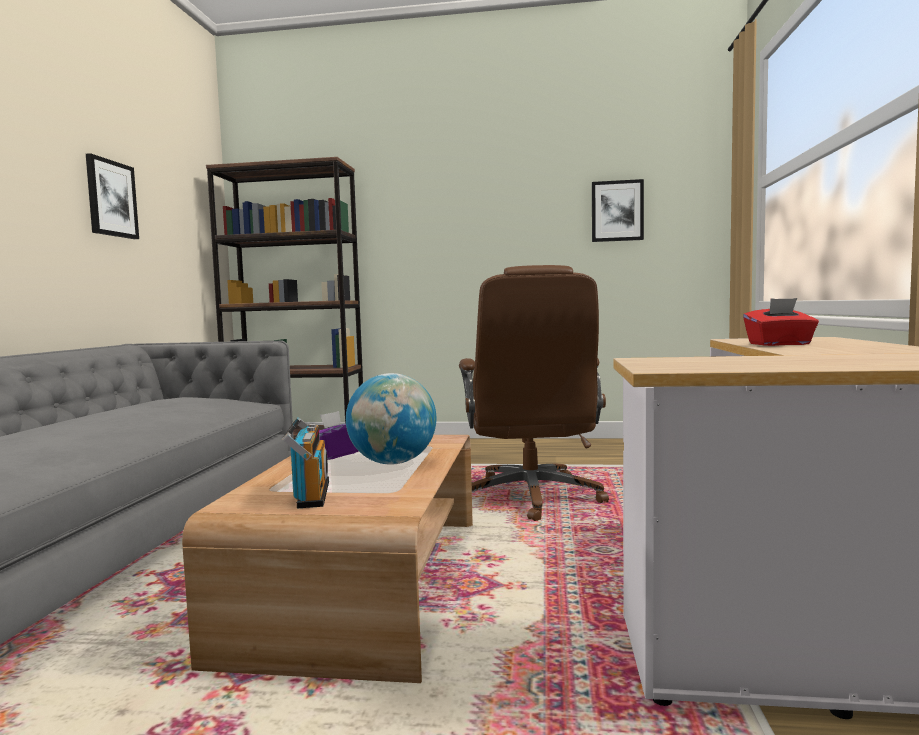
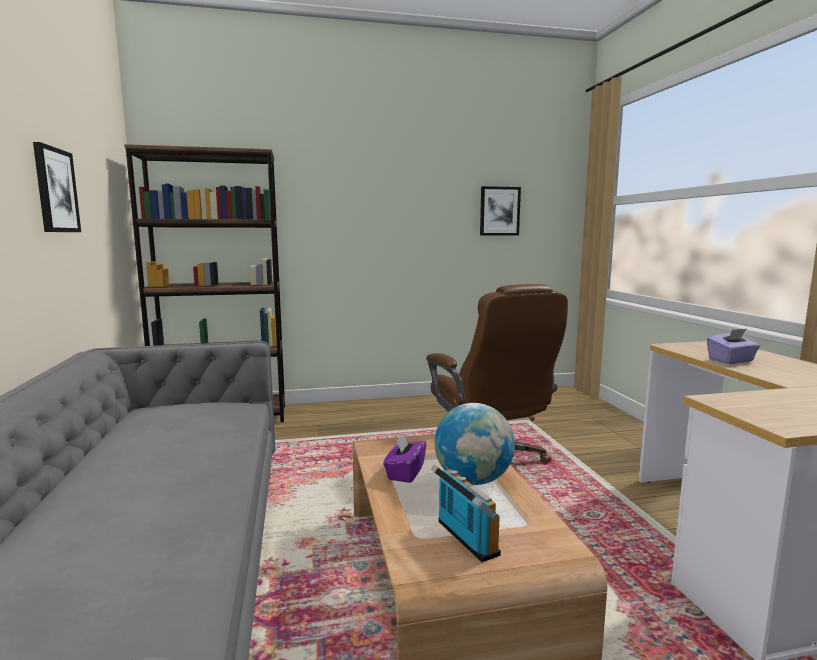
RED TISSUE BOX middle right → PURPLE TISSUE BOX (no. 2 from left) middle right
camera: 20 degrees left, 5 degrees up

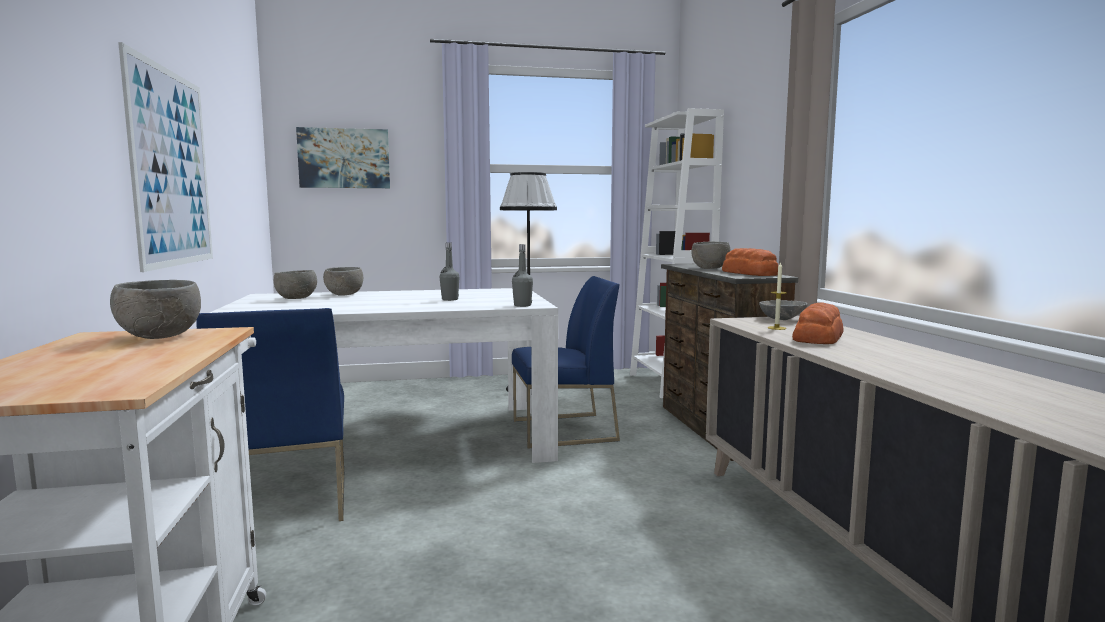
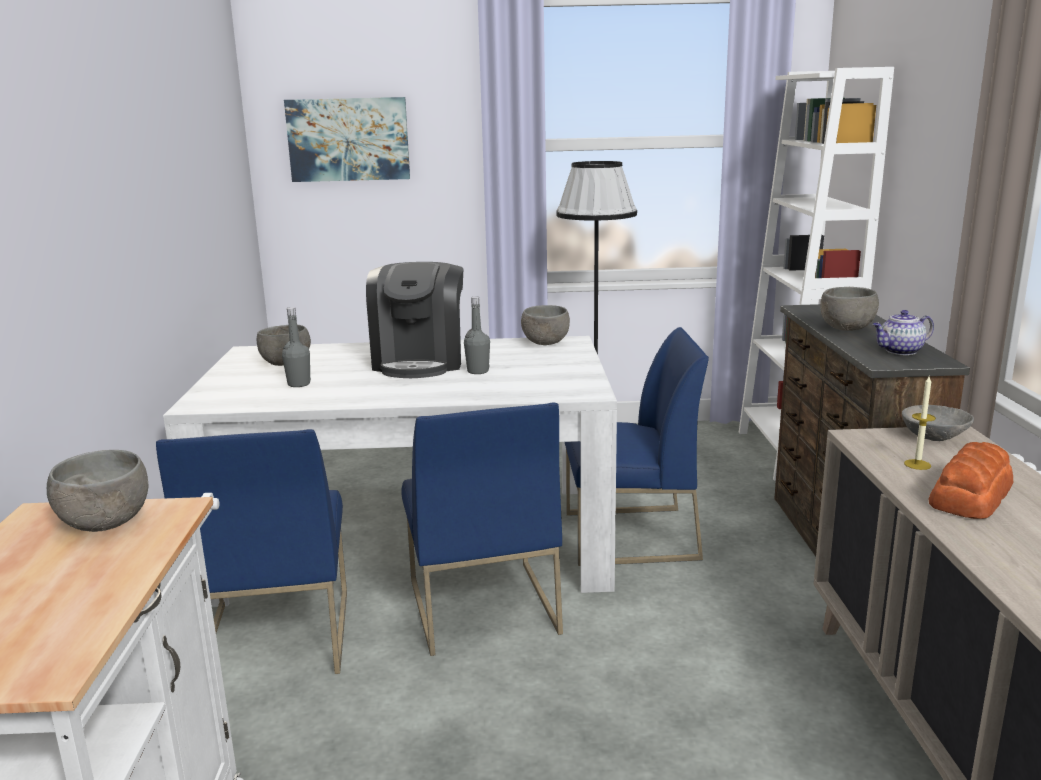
PICTURE (no. 1 from left) top left → -
- → COFFEE MACHINE centre
- → BLUE CHAIR (no. 2 from left) bottom centre
GREY BOWL (no. 3 from left) middle left → GREY BOWL (no. 3 from left) centre, shifted
GREY BOTTLE (no. 2 from left in the first image) centre → GREY BOTTLE (no. 1 from left) middle left, shifted
BREAD (no. 1 from left) middle right → TEAPOT middle right
camera: 10 degrees right, 10 degrees up

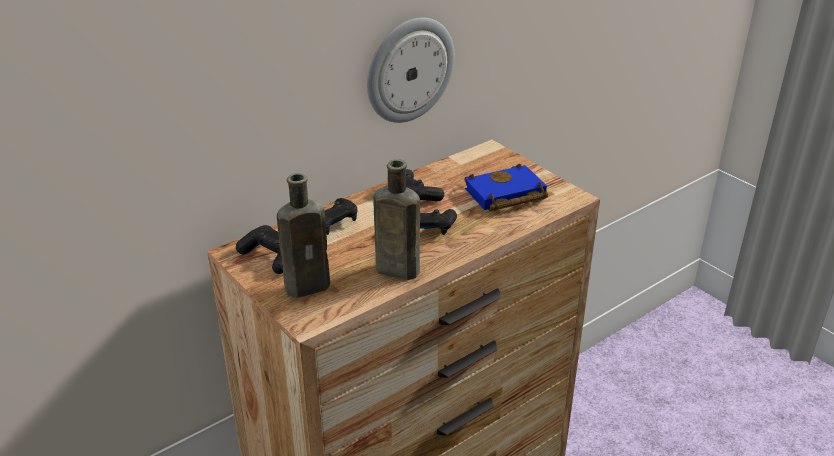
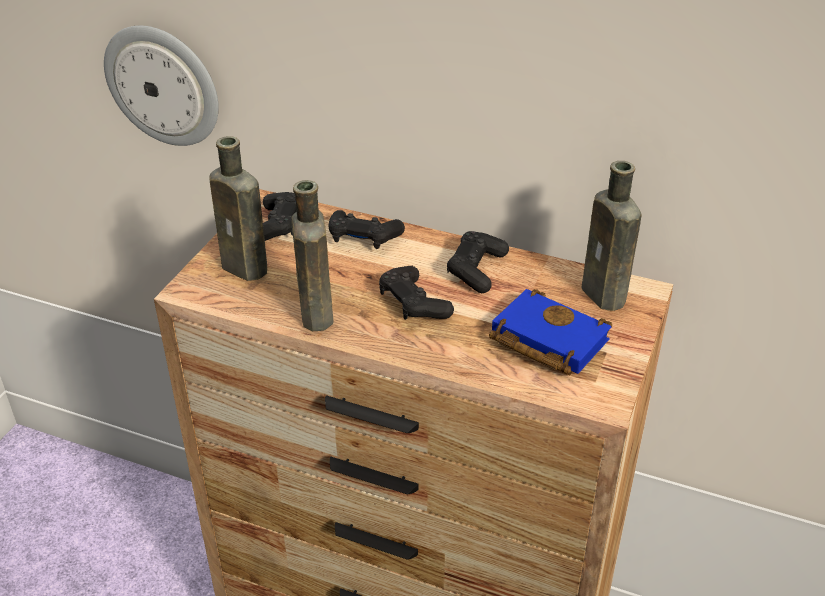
- → BROWN BOTTLE (no. 3 from left) middle right
WALL CLOCK top centre → WALL CLOCK top left, shifted
camera: 60 degrees right, 5 degrees up

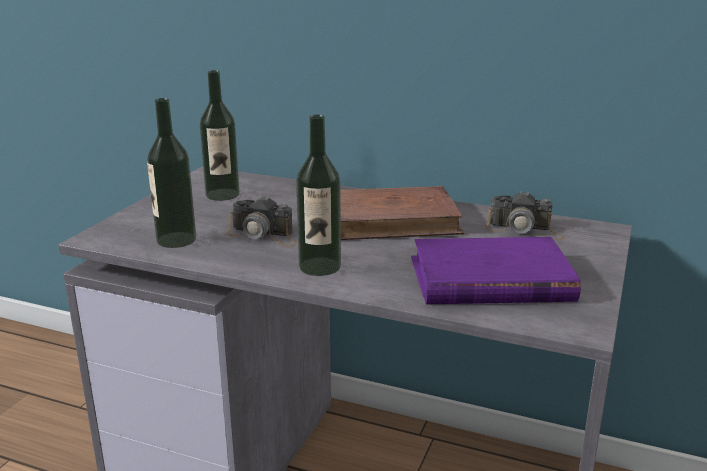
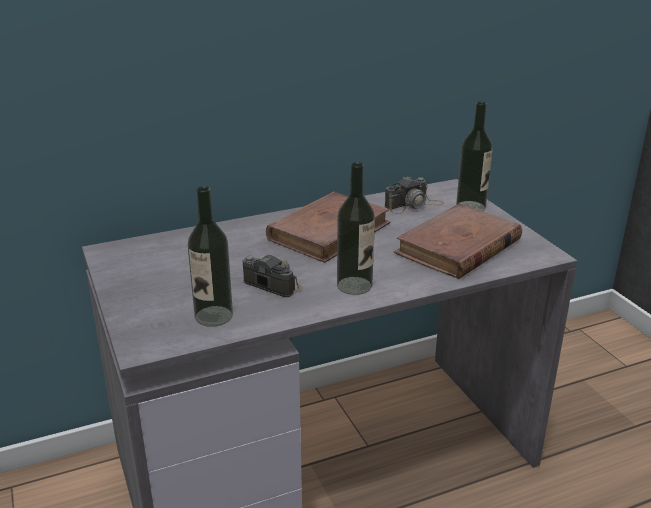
BOTTLE (no. 2 from left in the first image) top left → BOTTLE (no. 3 from left) top right, shifted
PURPLE BOOK middle right → BROWN BOOK (no. 2 from left) middle right
PHOTO CAMERA (no. 1 from left) centre, 120 degrees counterclockwise
camera: 45 degrees left, 5 degrees up

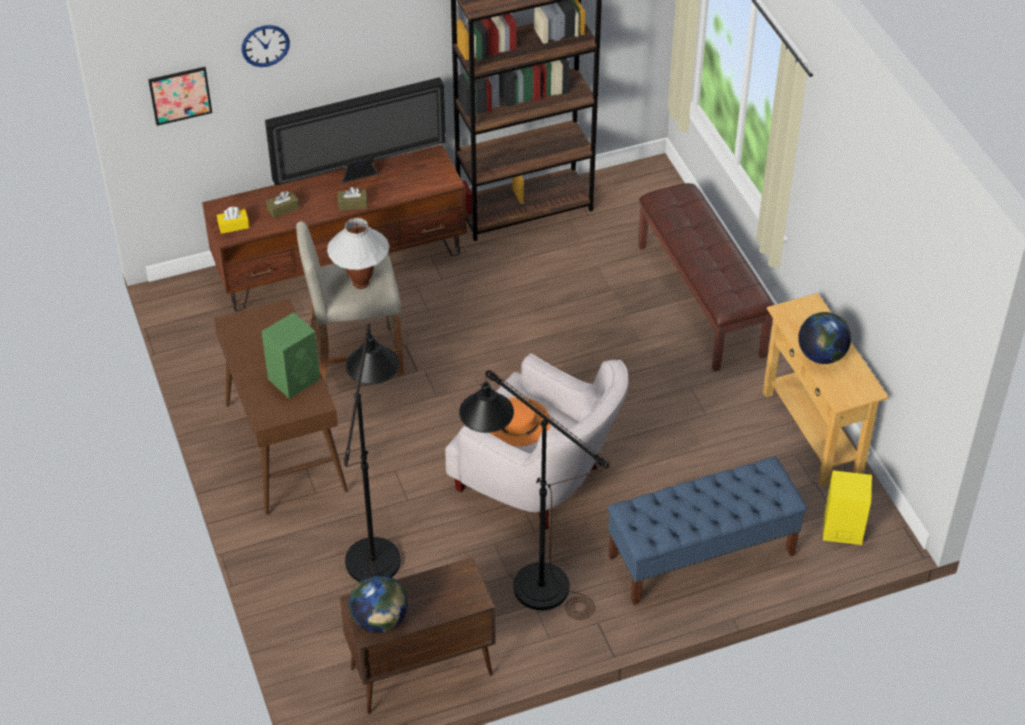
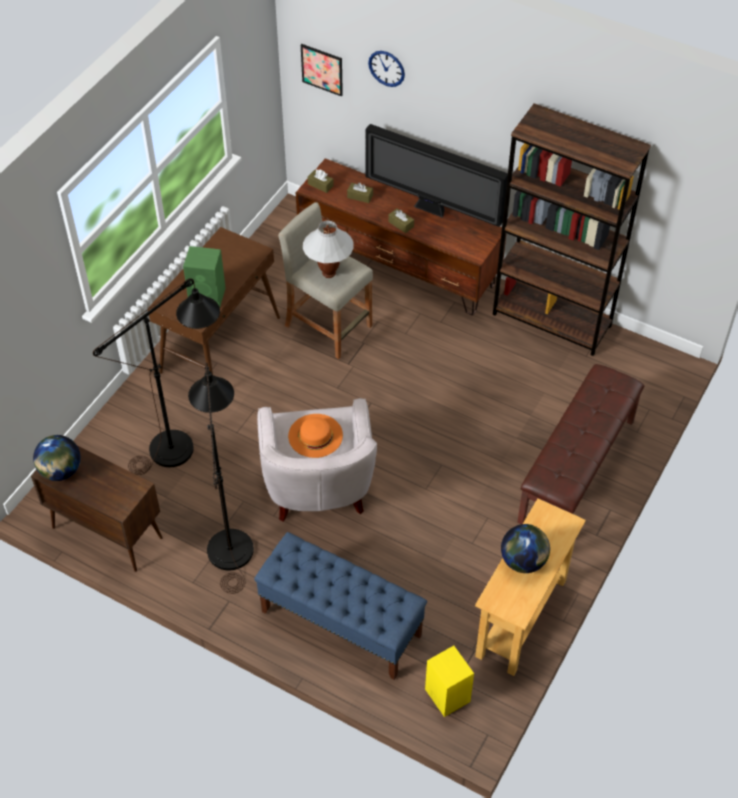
YELLOW TISSUE BOX top left → BROWN TISSUE BOX (no. 1 from left) top centre
camera: 50 degrees right, 5 degrees up

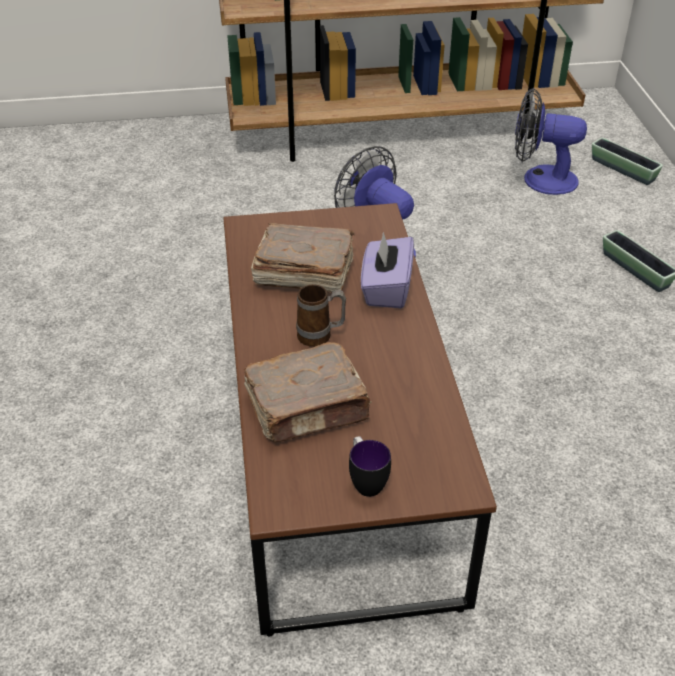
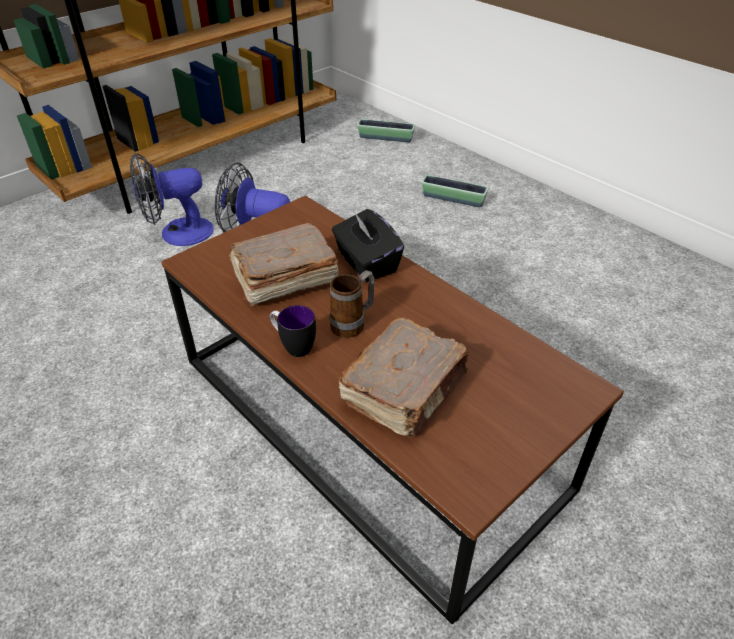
MUG (no. 2 from left in the first image) bottom centre → MUG (no. 1 from left) centre, shifted
FAN (no. 2 from left in the first image) top right → FAN (no. 1 from left) top left, shifted
PURPLE TISSUE BOX centre → BLACK TISSUE BOX centre
camera: 35 degrees left, 0 degrees up

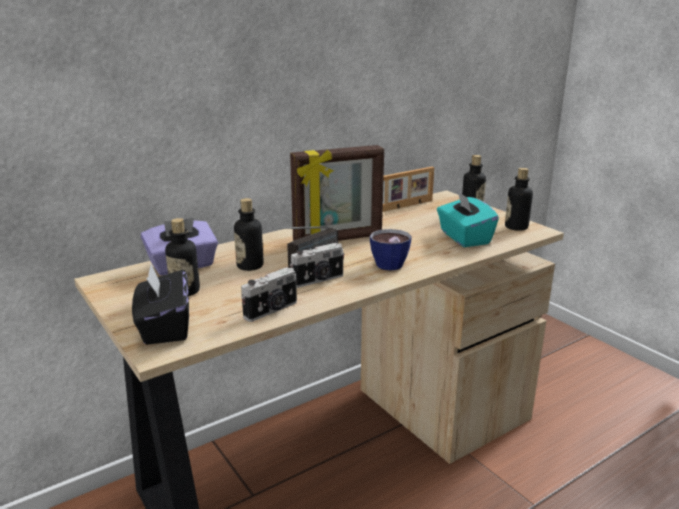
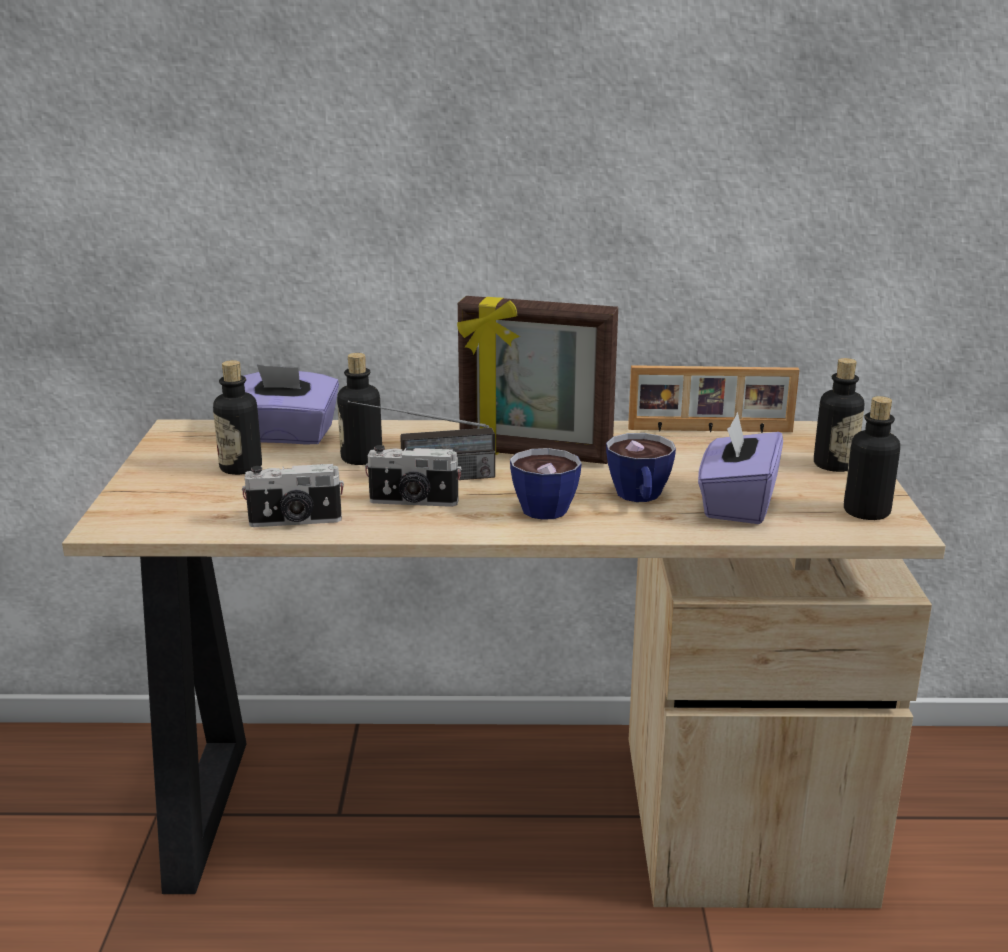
BLACK TISSUE BOX middle left → -
- → CUP (no. 2 from left) centre
TURQUOISE TISSUE BOX middle right → PURPLE TISSUE BOX (no. 2 from left) middle right
camera: 35 degrees right, 0 degrees up

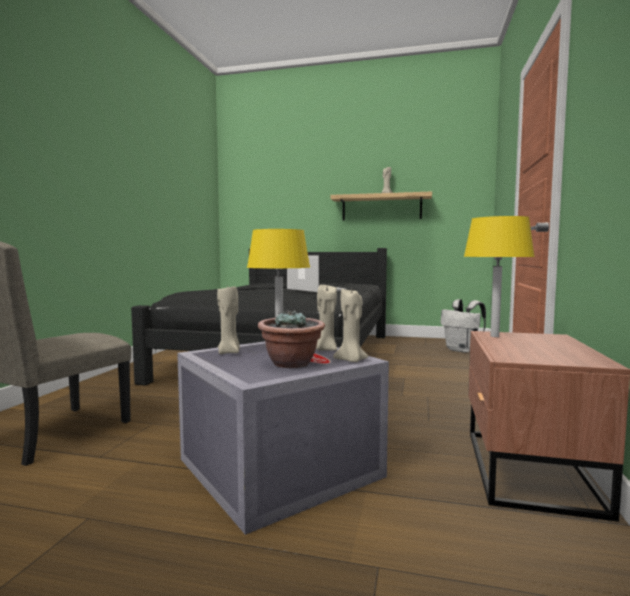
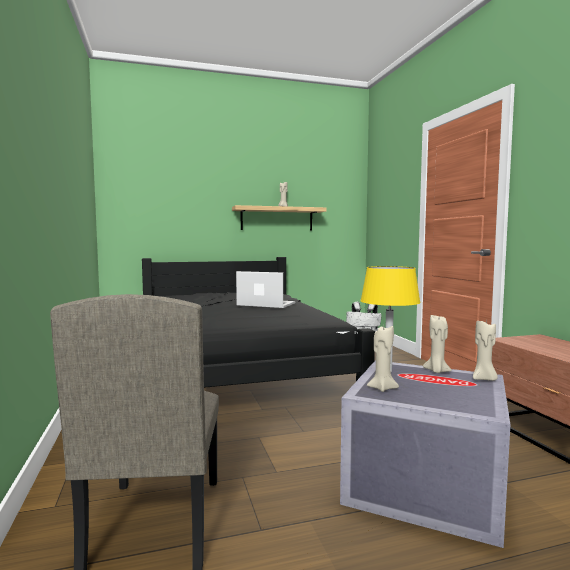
POTTED PLANT centre → -
YELLOW TABLE LAMP (no. 2 from left) middle right → -
camera: 30 degrees left, 0 degrees up

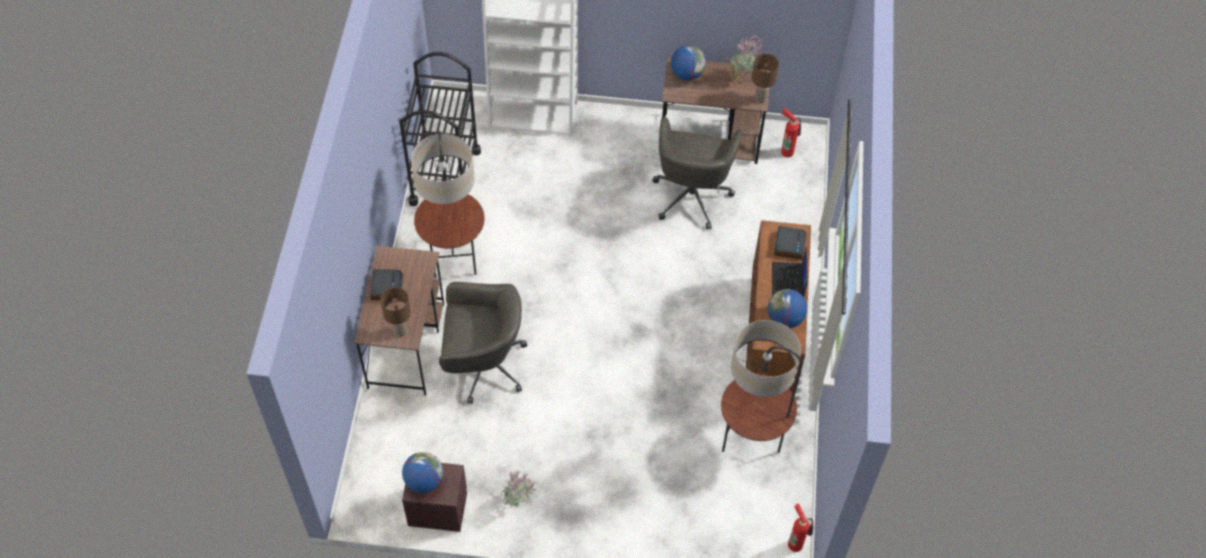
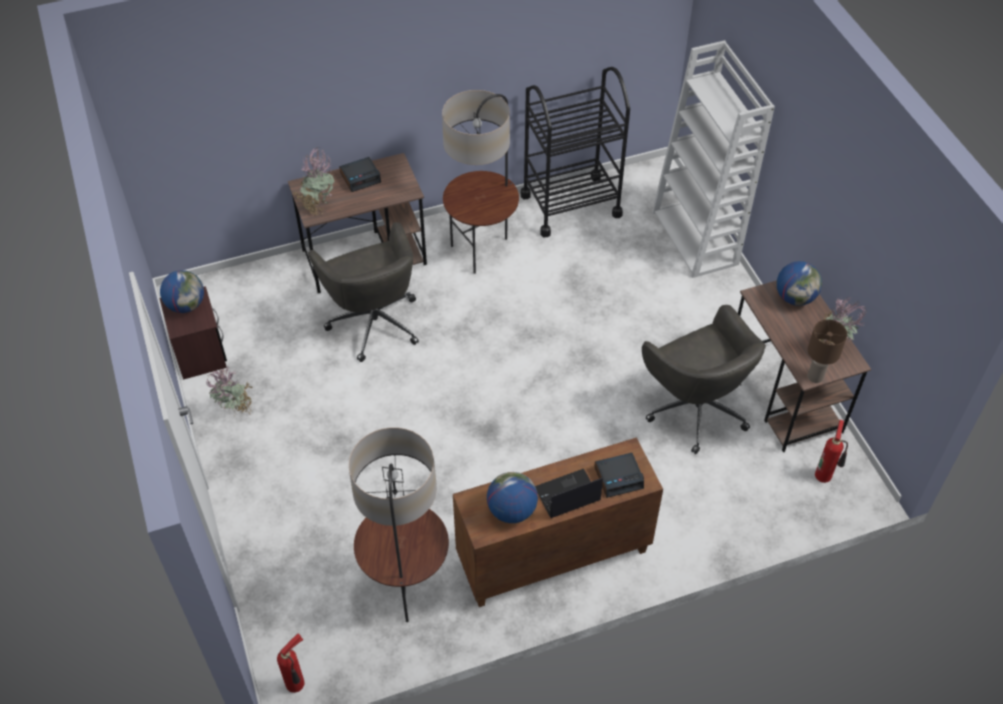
BROWN TABLE LAMP (no. 1 from left) middle left → POTTED PLANT (no. 2 from left) top left
GREY OFFICE CHAIR (no. 2 from left) top centre → GREY OFFICE CHAIR (no. 2 from left) middle right, 105 degrees counterclockwise
camera: 65 degrees right, 5 degrees down

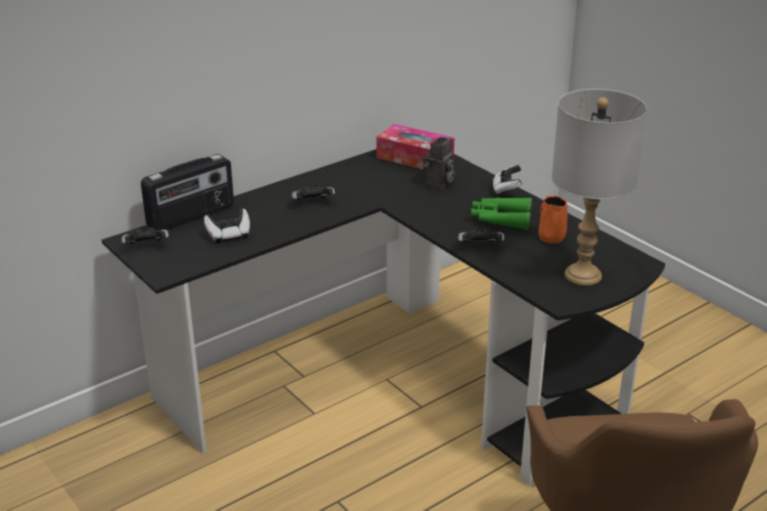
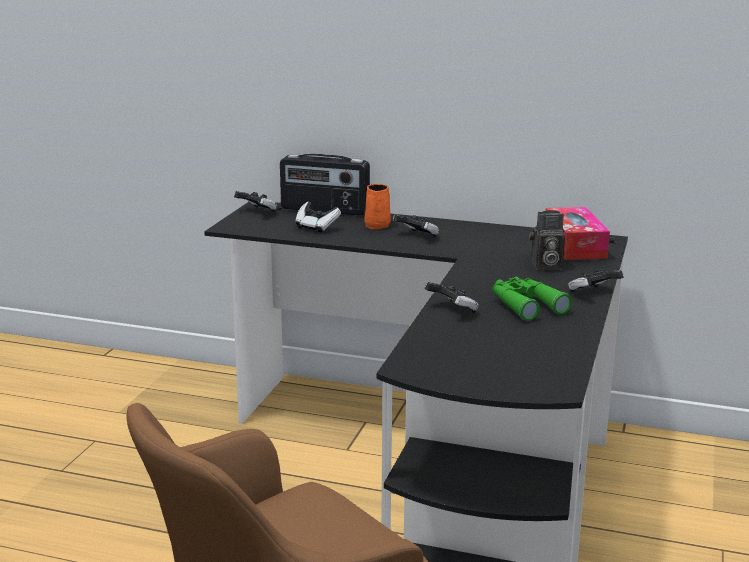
GREY TABLE LAMP middle right → -
ORANGE MUG middle right → ORANGE MUG centre, shifted
camera: 55 degrees right, 10 degrees down

